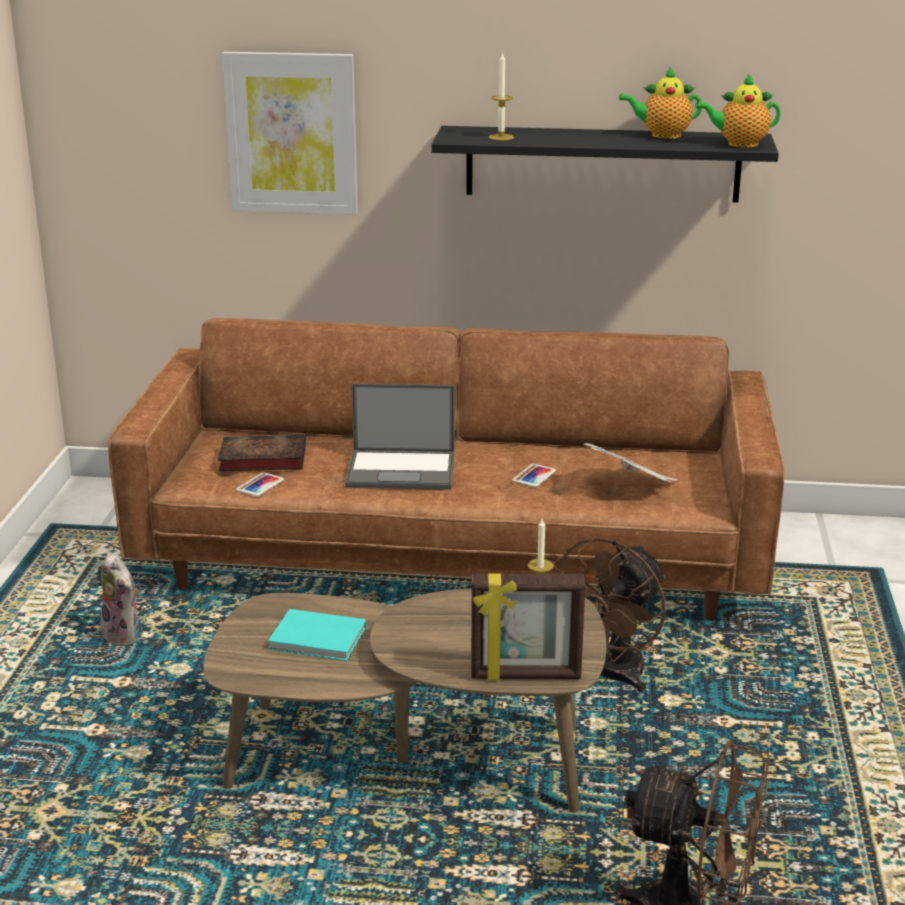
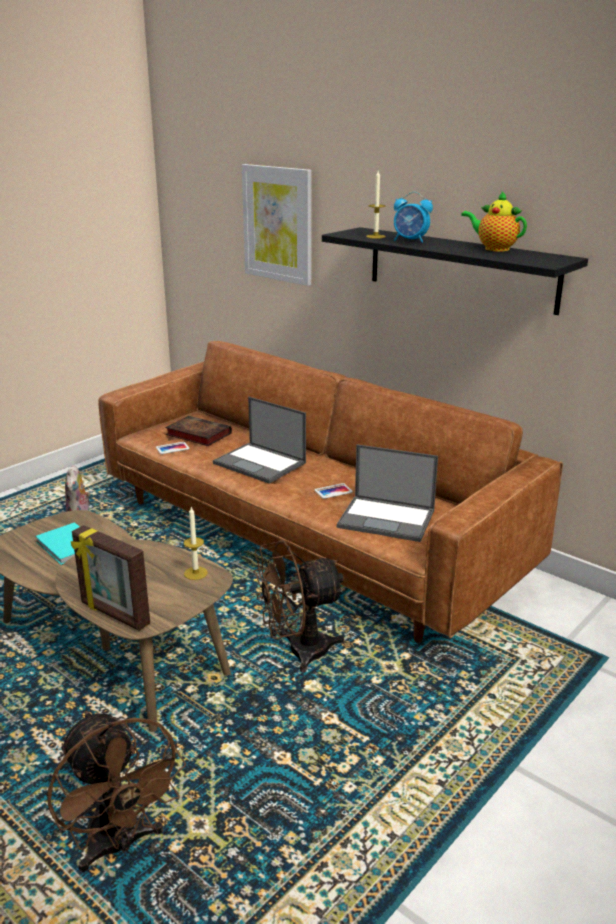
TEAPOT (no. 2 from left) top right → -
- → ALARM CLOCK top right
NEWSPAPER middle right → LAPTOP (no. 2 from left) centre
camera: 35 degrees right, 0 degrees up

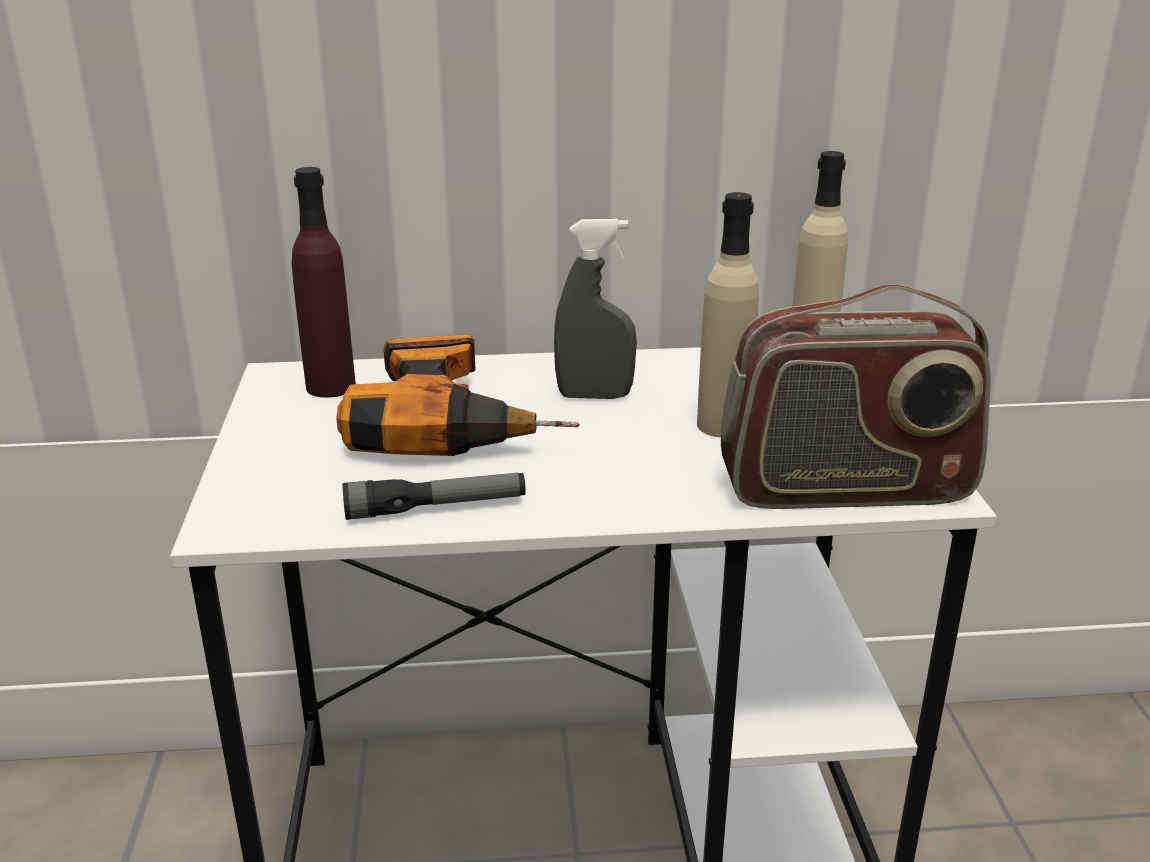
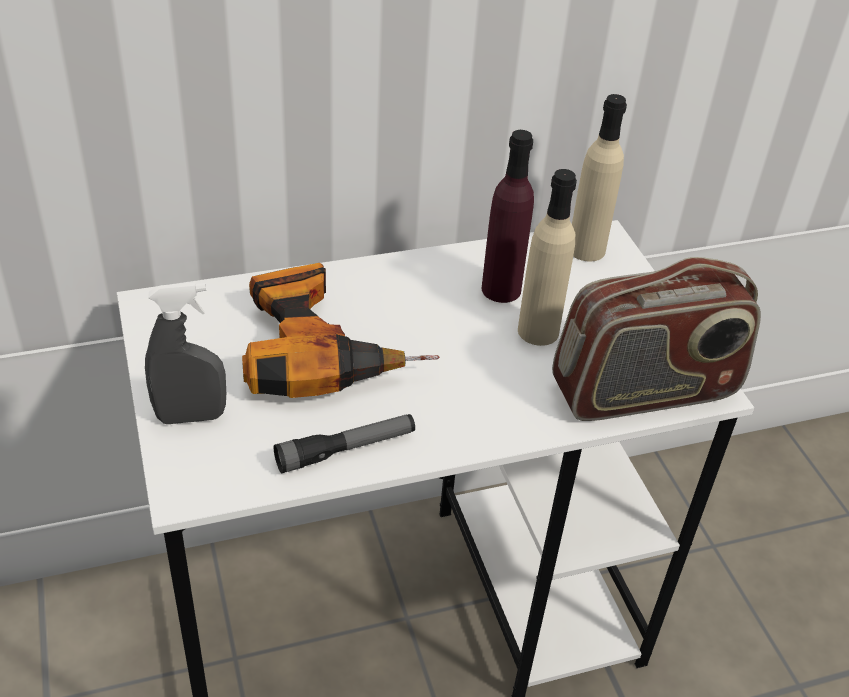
PURPLE BOTTLE top left → PURPLE BOTTLE top centre, shifted
GREY SPRAY BOTTLE centre → GREY SPRAY BOTTLE middle left, shifted
camera: 15 degrees left, 15 degrees up

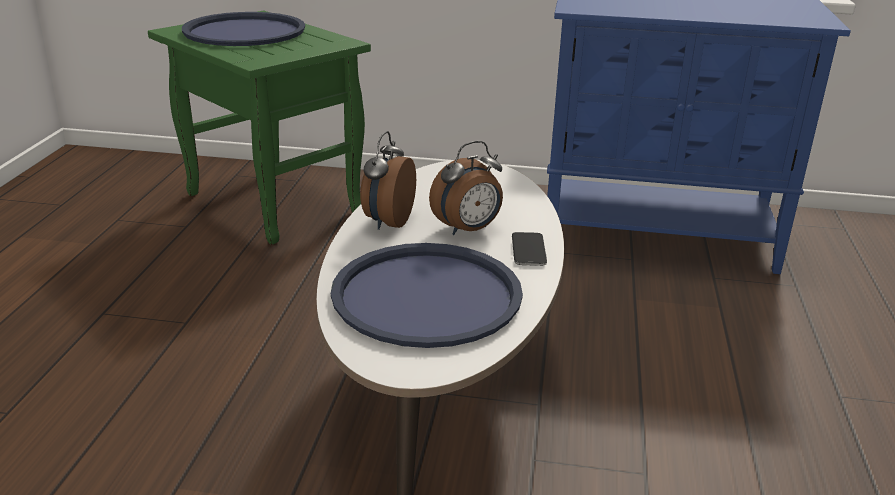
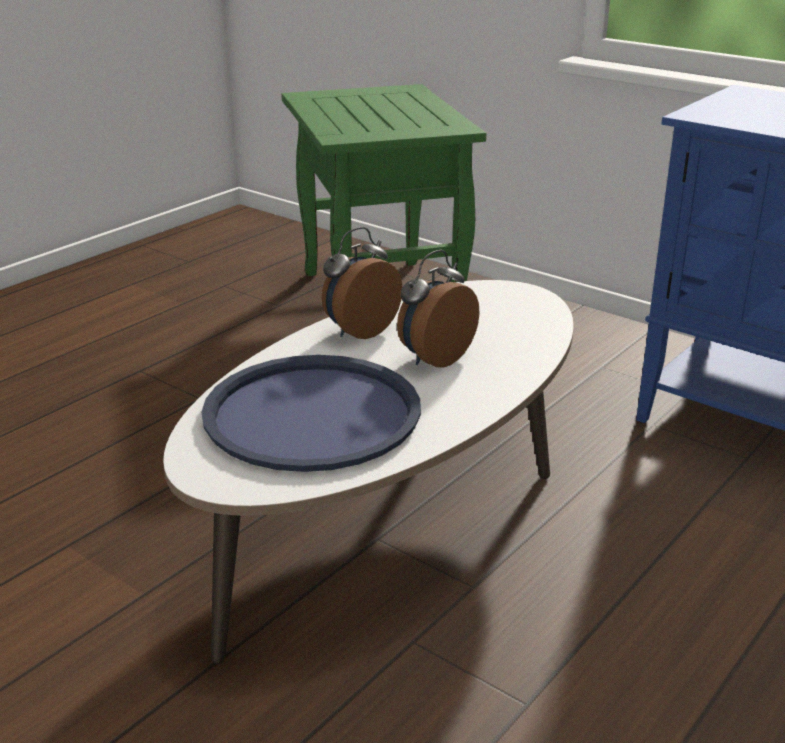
BLUE TRAY (no. 1 from left) top left → -
PHONE centre → -
ALARM CLOCK (no. 2 from left) centre, 135 degrees clockwise
camera: 30 degrees right, 0 degrees up

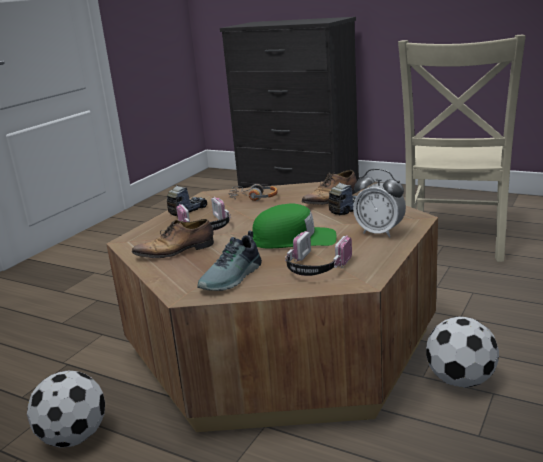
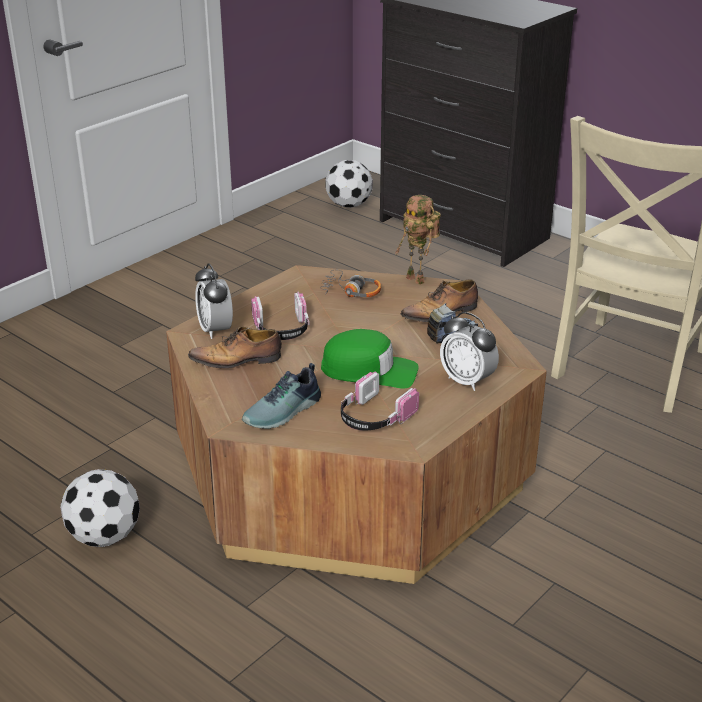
TOY TRUCK (no. 1 from left) centre → -
- → ALARM CLOCK (no. 1 from left) middle left
- → TOY ROBOT centre
FOOTBALL (no. 2 from left) bottom right → FOOTBALL (no. 2 from left) top centre, shifted
camera: 10 degrees right, 10 degrees up

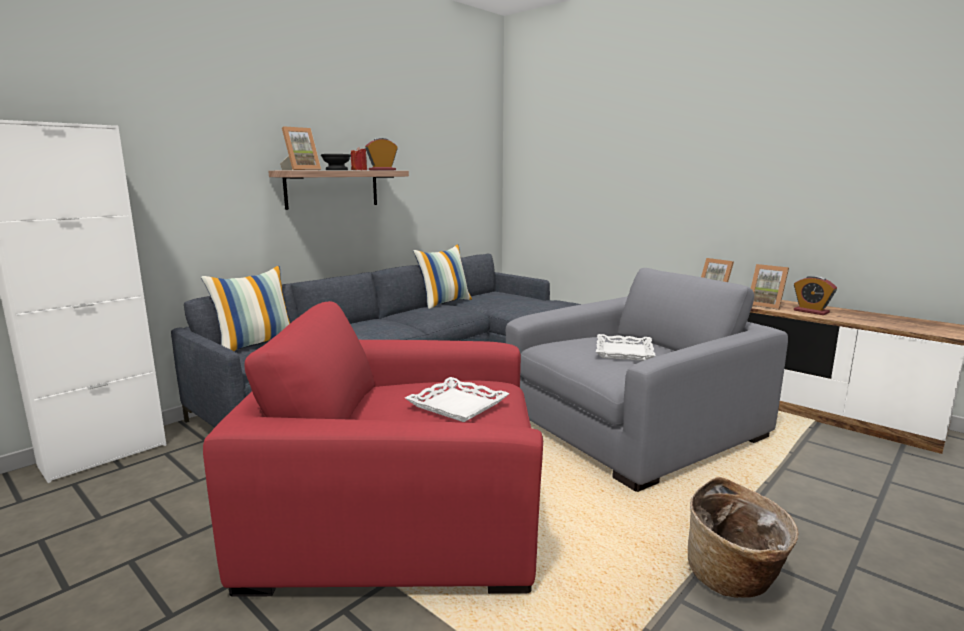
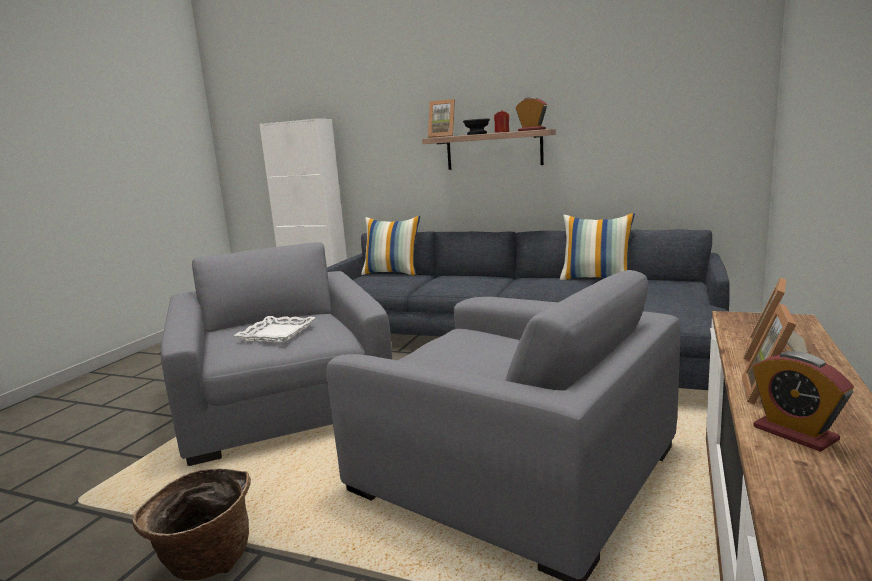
WHITE TRAY (no. 2 from left) centre → -
RED ARMCHAIR bottom centre → GREY ARMCHAIR (no. 1 from left) middle left
ALARM CLOCK (no. 2 from left) middle right → ALARM CLOCK (no. 2 from left) bottom right, 60 degrees counterclockwise
camera: 70 degrees right, 0 degrees up

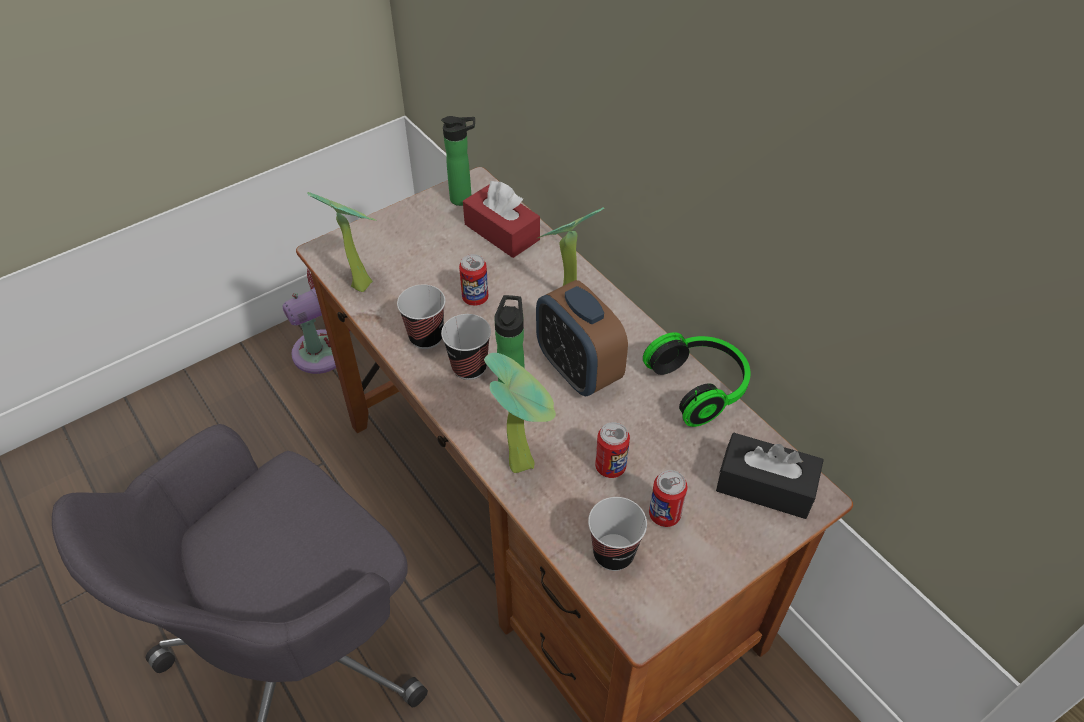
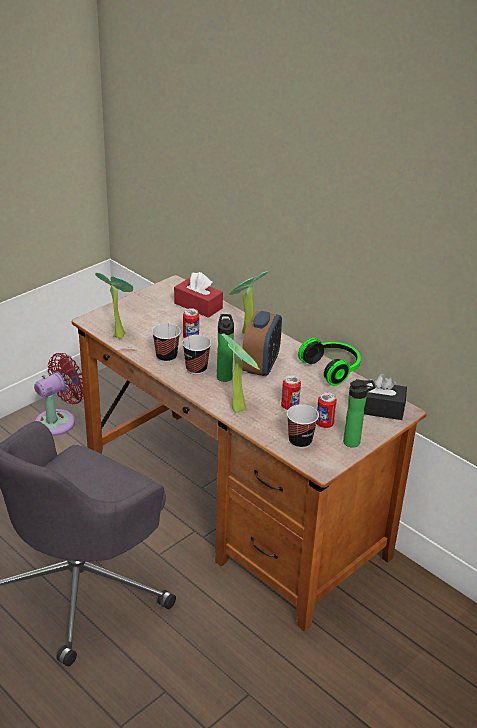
BOTTLE (no. 1 from left in the first image) top centre → BOTTLE (no. 2 from left) middle right, shifted
ALARM CLOCK centre, 120 degrees counterclockwise
camera: 10 degrees left, 15 degrees down

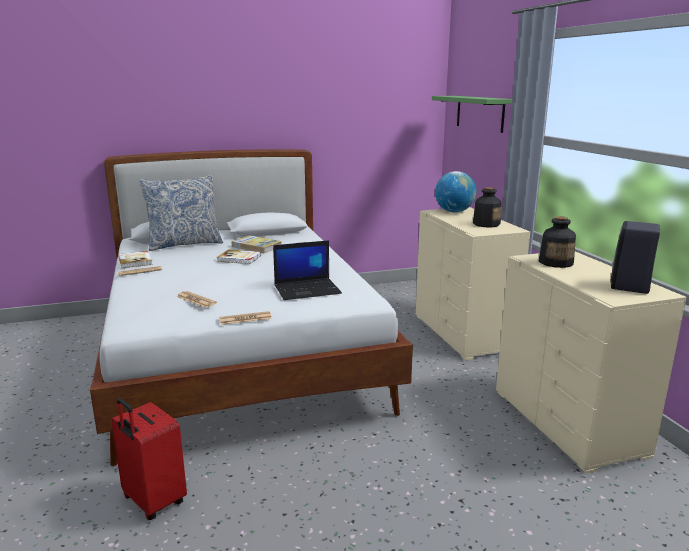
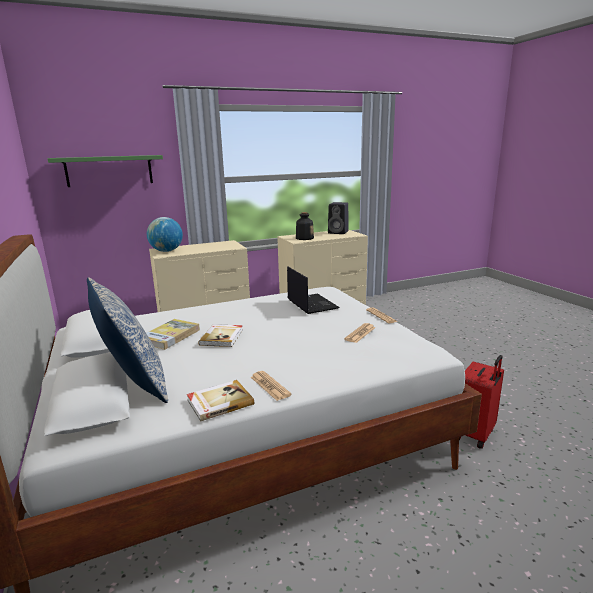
BOTTLE (no. 1 from left) middle right → -
camera: 95 degrees left, 0 degrees up

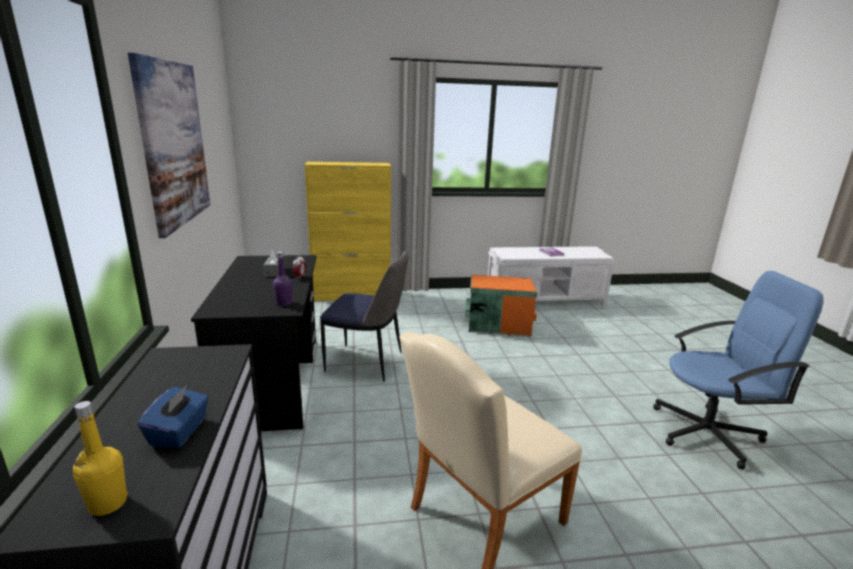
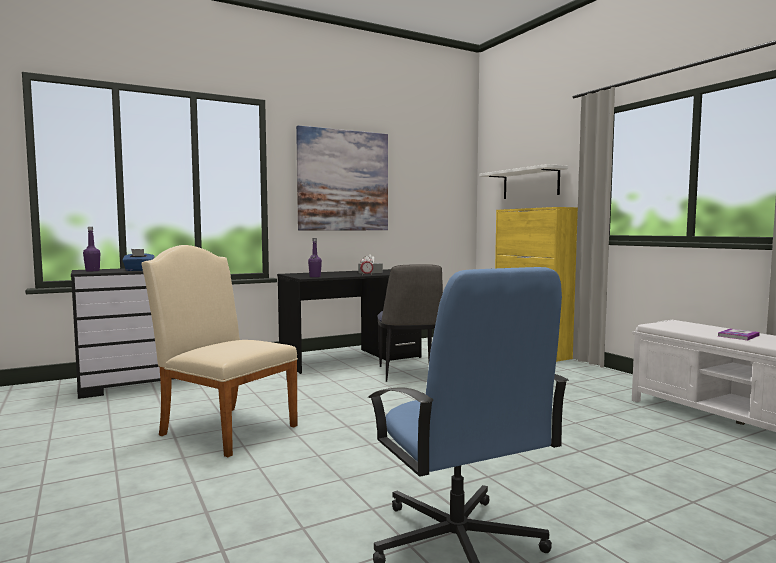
ORANGE STORAGE BOX centre → -
- → WHITE SHELF top right
YELLOW BOTTLE bottom left → PURPLE BOTTLE (no. 1 from left) middle left
camera: 70 degrees right, 15 degrees down

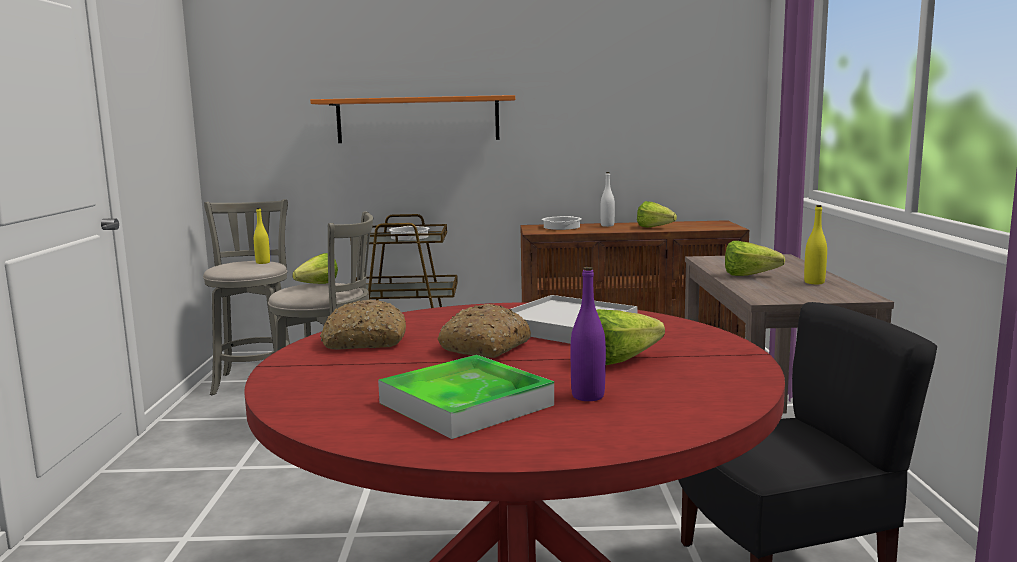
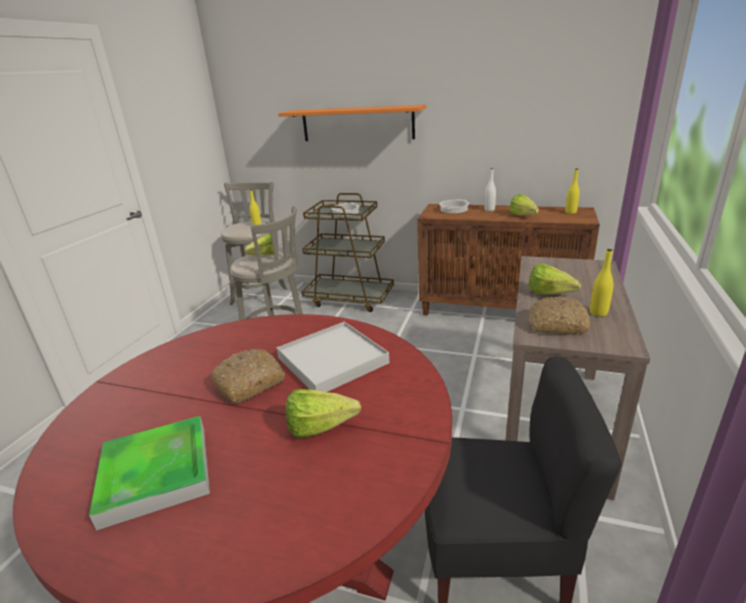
PURPLE BOTTLE centre → -
- → YELLOW BOTTLE (no. 2 from left) top right
BREAD (no. 1 from left in the first image) centre → BREAD (no. 2 from left) middle right, shifted
camera: 20 degrees right, 15 degrees up

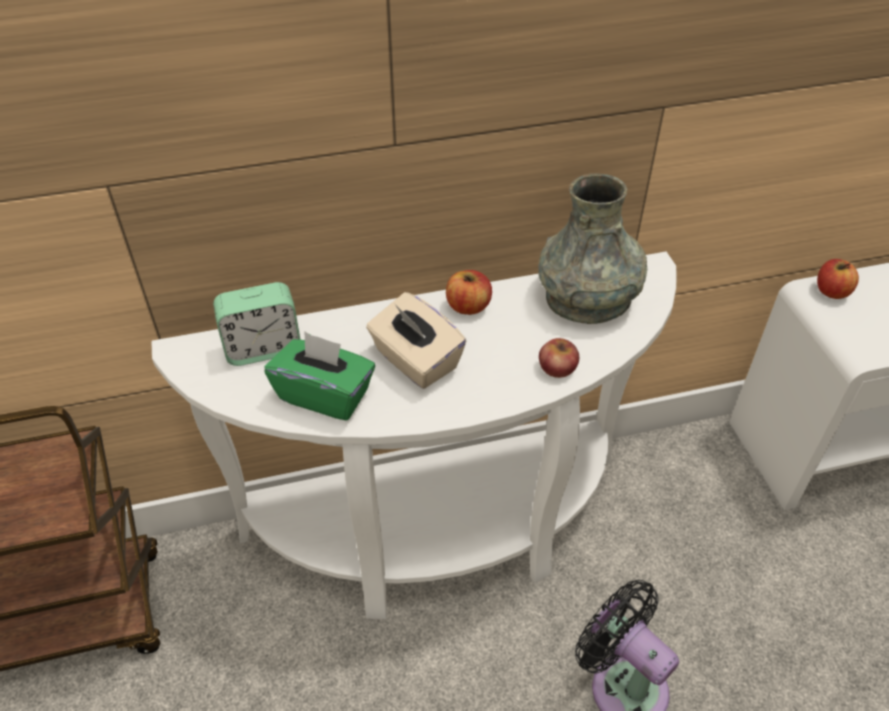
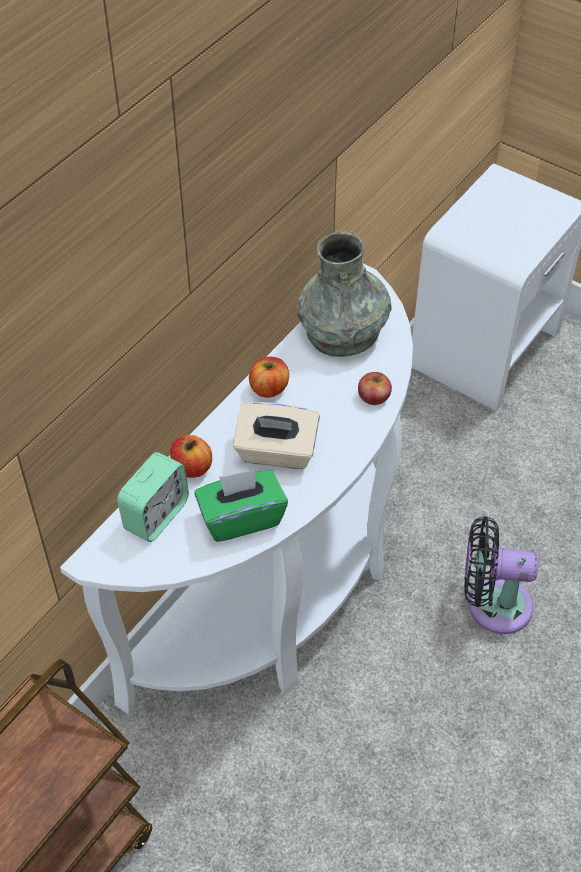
APPLE (no. 3 from left in the first image) middle right → APPLE (no. 1 from left) middle left, shifted
camera: 40 degrees left, 5 degrees up

